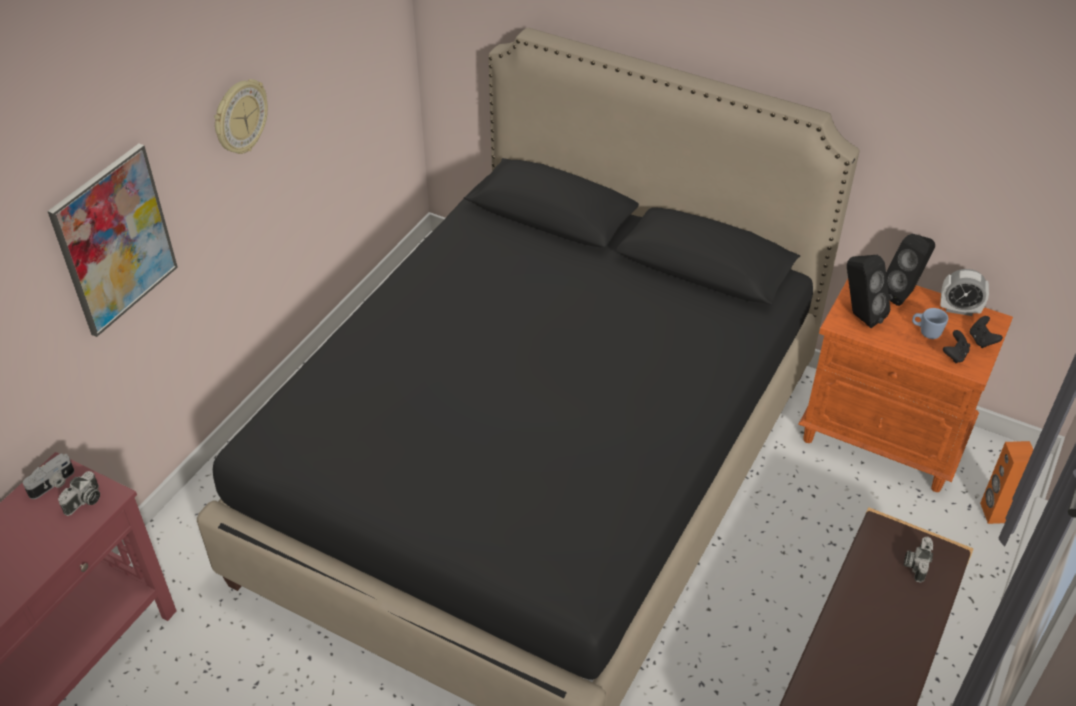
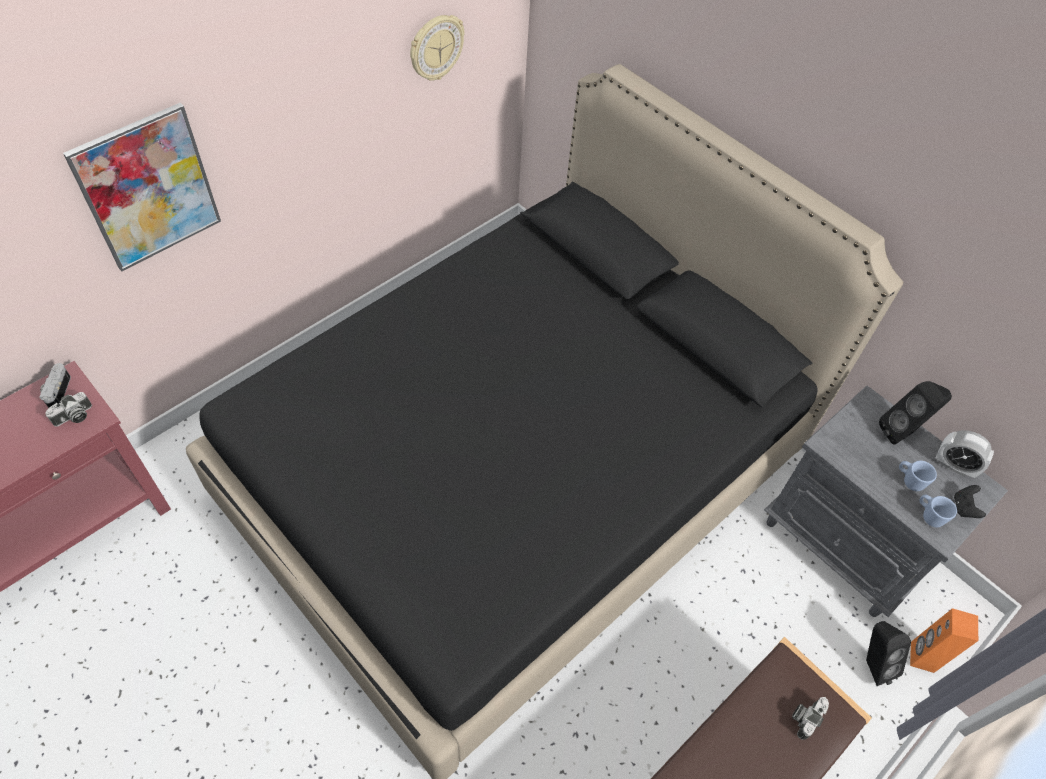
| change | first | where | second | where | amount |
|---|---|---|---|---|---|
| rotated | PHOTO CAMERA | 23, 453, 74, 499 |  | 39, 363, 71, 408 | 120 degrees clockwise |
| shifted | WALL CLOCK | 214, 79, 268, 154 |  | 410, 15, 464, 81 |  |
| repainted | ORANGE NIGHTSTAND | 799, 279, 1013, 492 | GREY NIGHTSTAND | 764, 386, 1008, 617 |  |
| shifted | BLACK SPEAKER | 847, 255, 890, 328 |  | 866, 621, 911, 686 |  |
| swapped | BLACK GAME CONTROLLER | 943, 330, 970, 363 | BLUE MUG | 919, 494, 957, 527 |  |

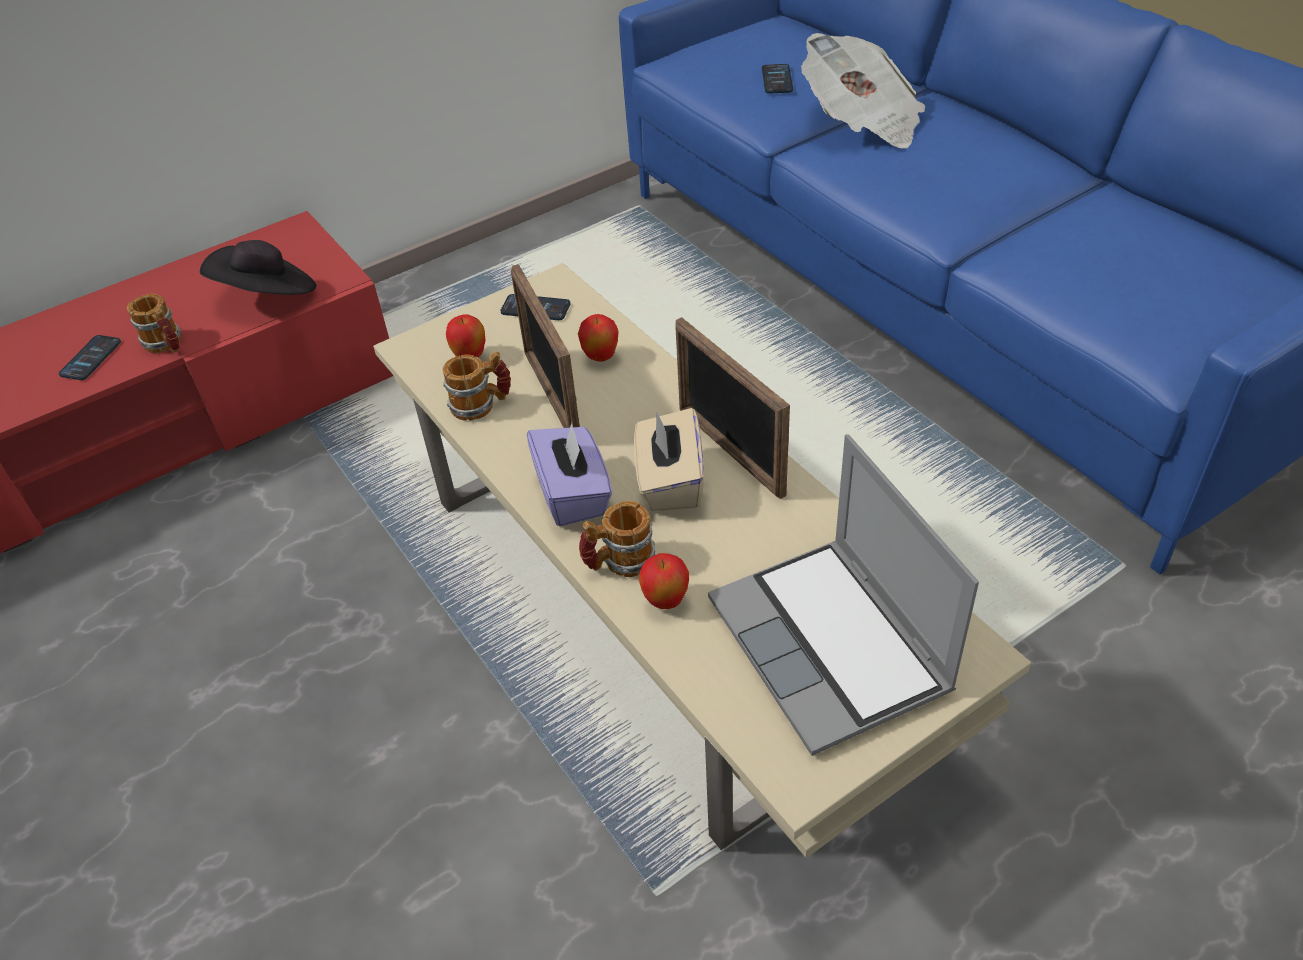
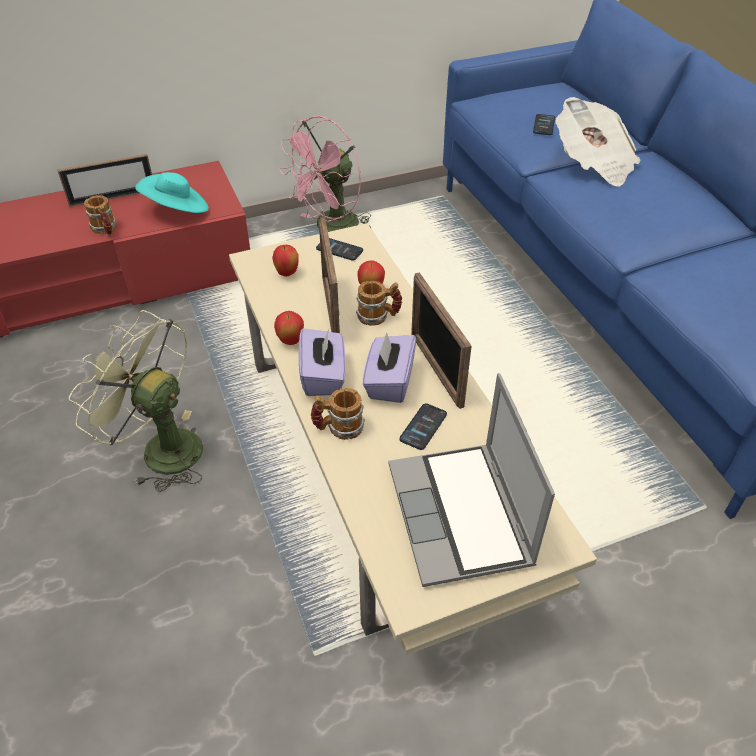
| change | first | where | second | where | amount |
|---|---|---|---|---|---|
| new |  |  | PICTURE FRAME | 57, 154, 152, 207 |  |
| new |  |  | GREEN FAN | 69, 310, 203, 492 |  |
| repainted | BLACK HAT | 200, 240, 317, 295 | TURQUOISE HAT | 135, 172, 209, 213 |  |
| shifted | APPLE | 639, 553, 689, 609 |  | 274, 311, 304, 345 |  |
| new |  |  | PINK FAN | 279, 116, 371, 232 |  |
| shifted | MUG | 443, 351, 511, 421 |  | 356, 281, 402, 326 |  |
| repainted | BEIGE TISSUE BOX | 634, 408, 704, 511 | PURPLE TISSUE BOX | 363, 332, 416, 403 |  |
| shifted | PHONE | 59, 335, 121, 380 |  | 400, 403, 447, 450 |  |

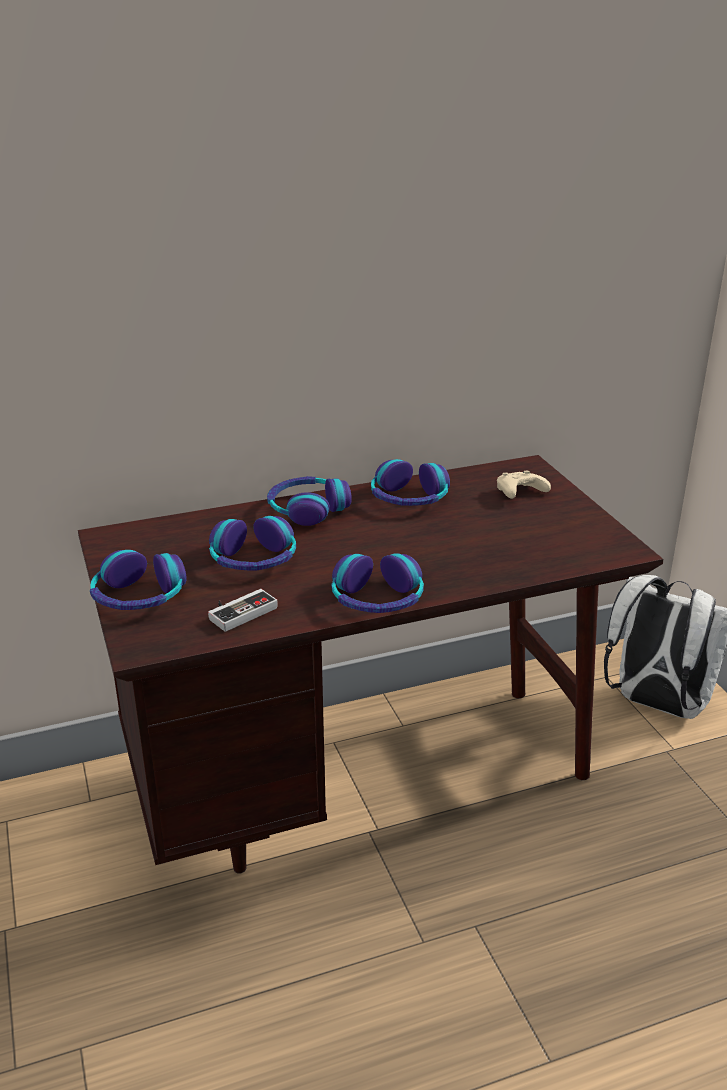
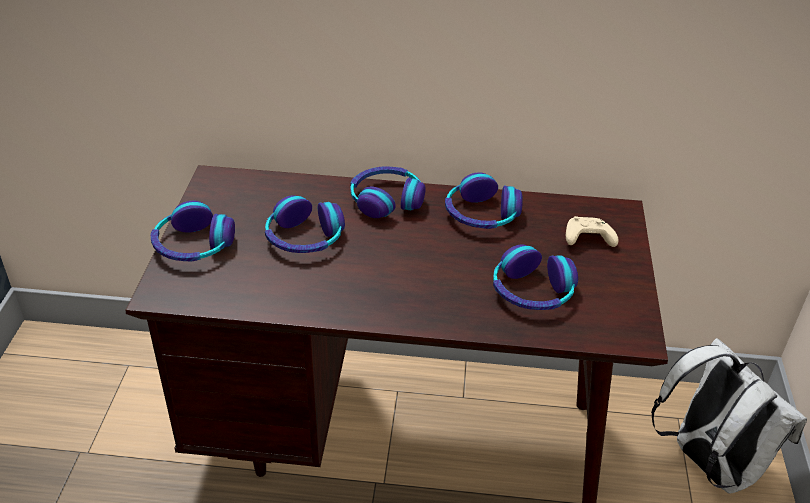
| change | first | where | second | where | amount |
|---|---|---|---|---|---|
| shifted | HEADPHONES | 332, 553, 424, 613 |  | 493, 244, 578, 310 |  |
| gone | GAME CONTROLLER | 208, 589, 278, 632 |  |  |  |

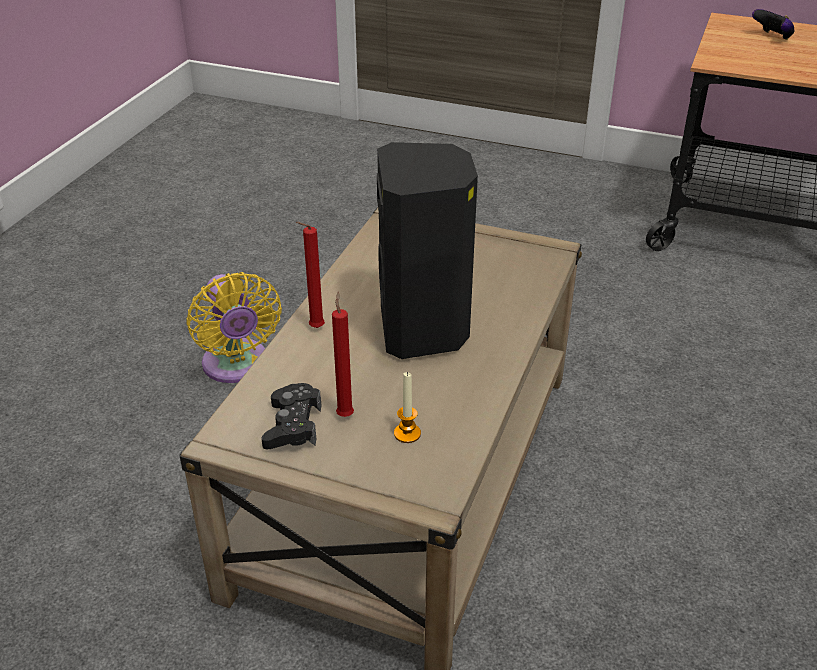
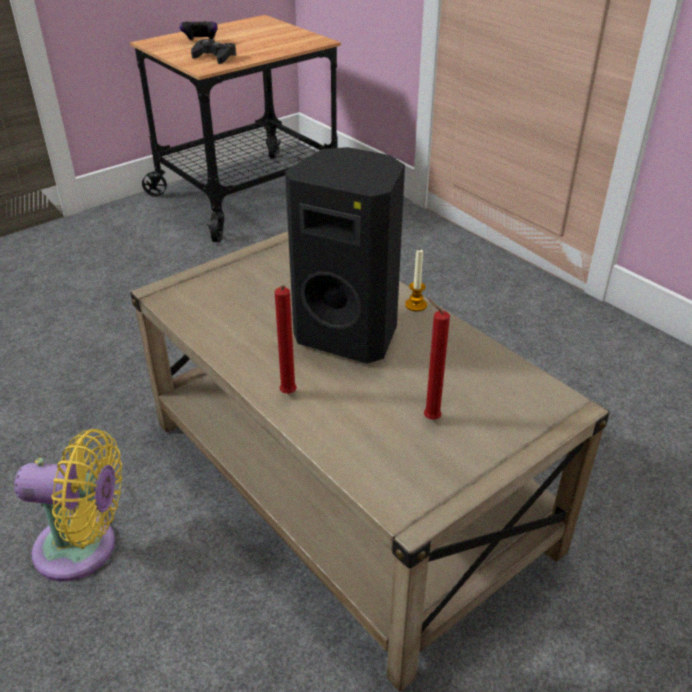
| change | first | where | second | where | amount |
|---|---|---|---|---|---|
| shifted | BLACK GAME CONTROLLER | 261, 383, 321, 449 |  | 191, 39, 236, 64 |  |
| shifted | CANDLE | 394, 372, 421, 443 |  | 405, 249, 427, 312 |  |

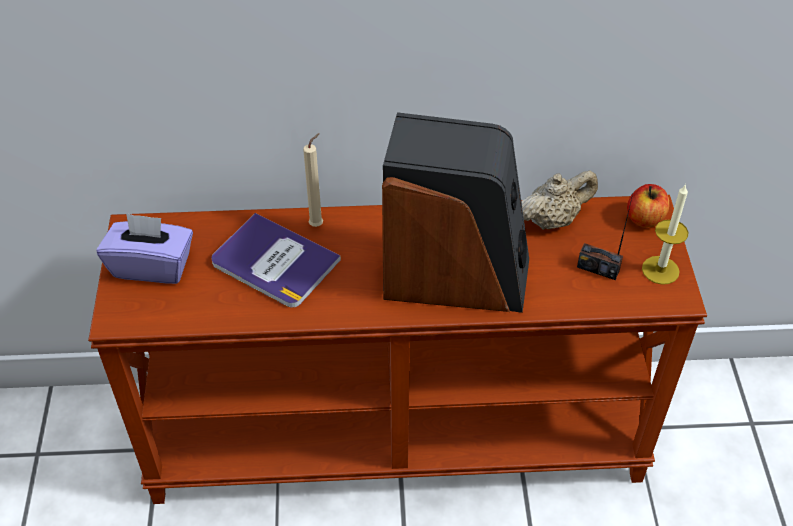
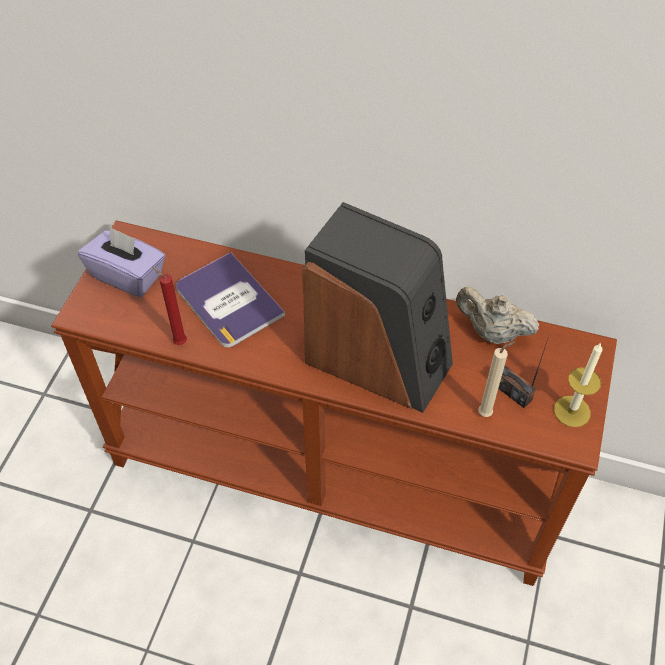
| change | first | where | second | where | amount |
|---|---|---|---|---|---|
| new |  |  | RED CANDLE | 152, 266, 187, 345 |  |
| rotated | BEIGE TEAPOT | 521, 170, 598, 230 |  | 456, 287, 539, 344 | 150 degrees counterclockwise |
| shifted | BEIGE CANDLE | 303, 133, 323, 227 |  | 478, 341, 516, 417 |  |
| gone | APPLE | 627, 184, 669, 228 |  |  |  |

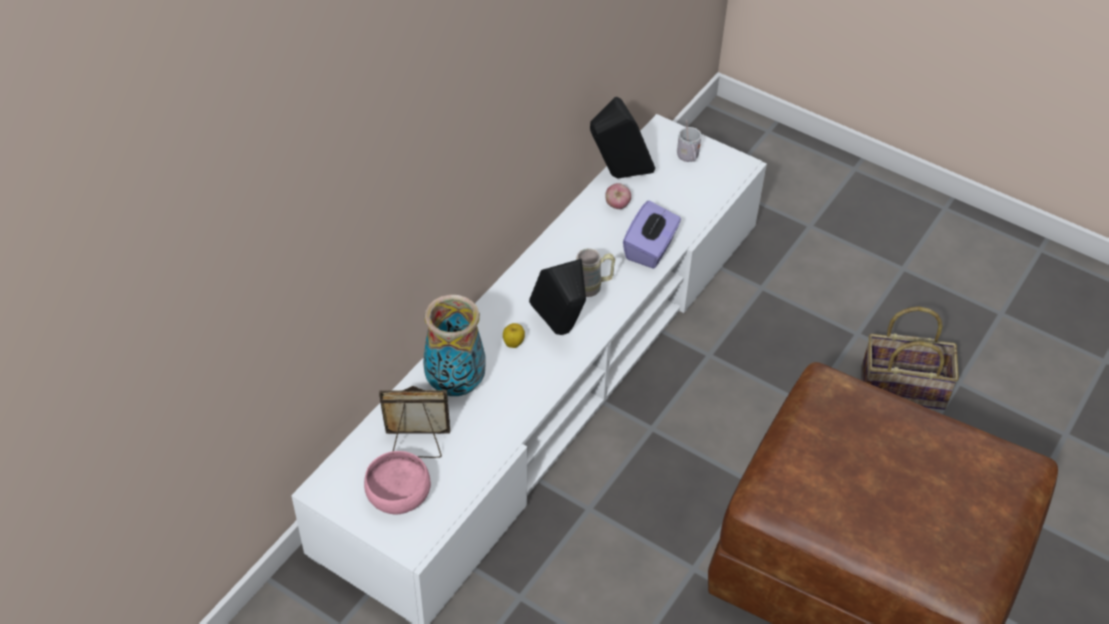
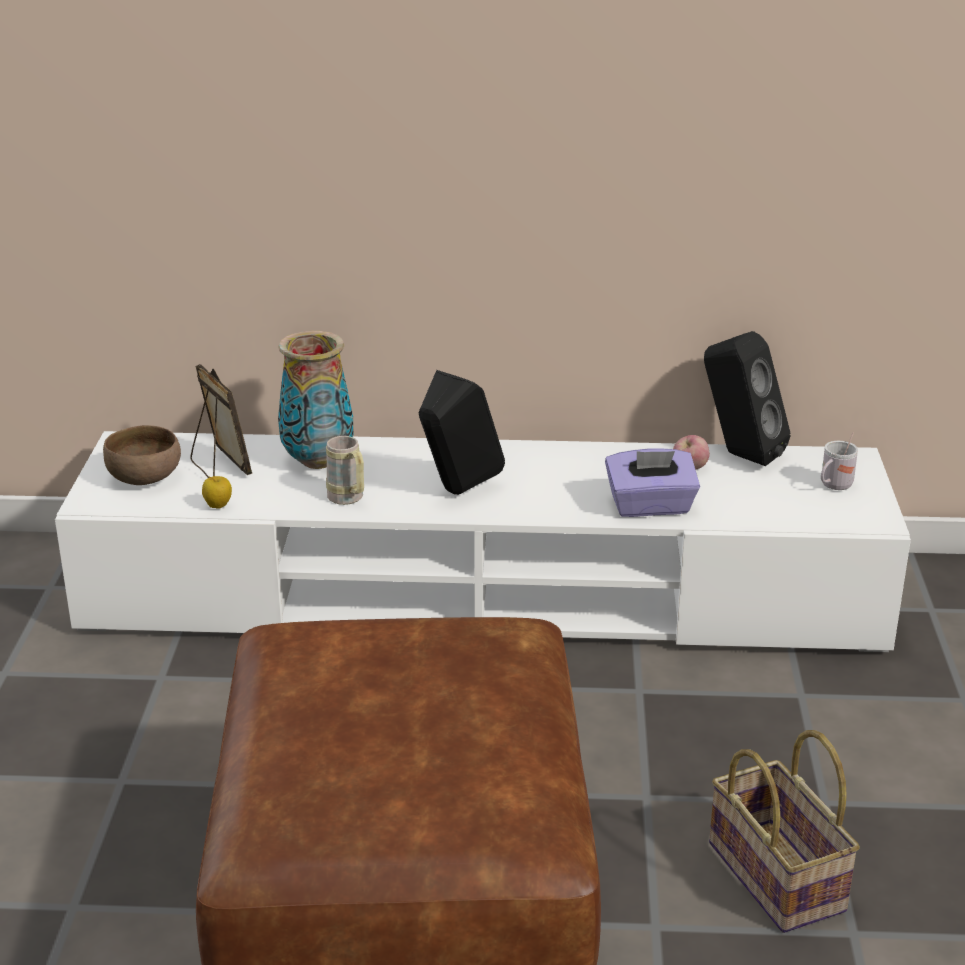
| change | first | where | second | where | amount |
|---|---|---|---|---|---|
| repainted | PINK BOWL | 364, 451, 431, 515 | BROWN BOWL | 103, 425, 181, 485 |  |
| shifted | APPLE | 503, 323, 525, 348 |  | 202, 476, 232, 509 |  |
| shifted | BEIGE MUG | 576, 248, 615, 297 |  | 326, 436, 364, 505 |  |

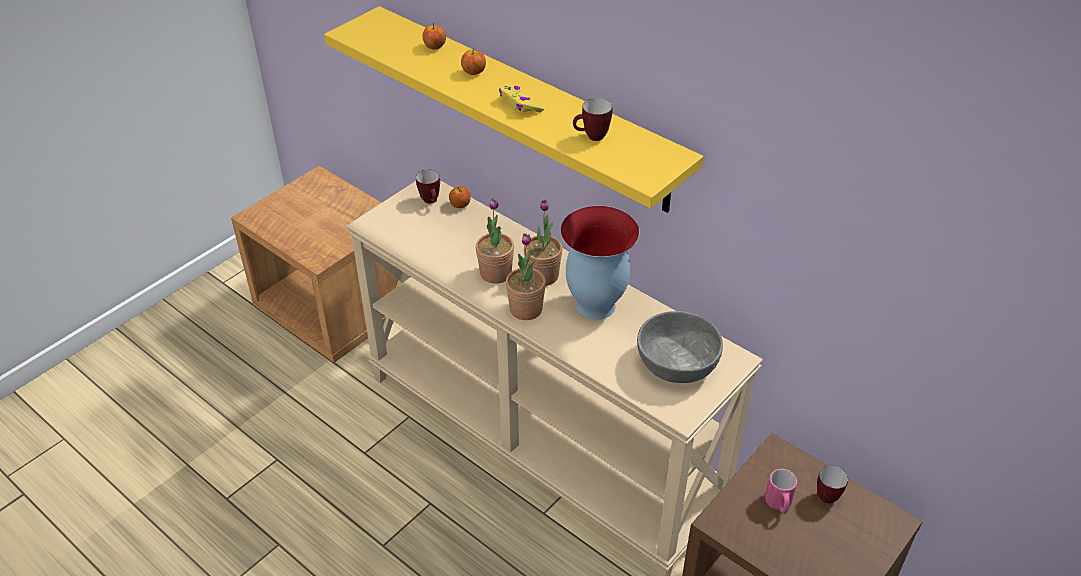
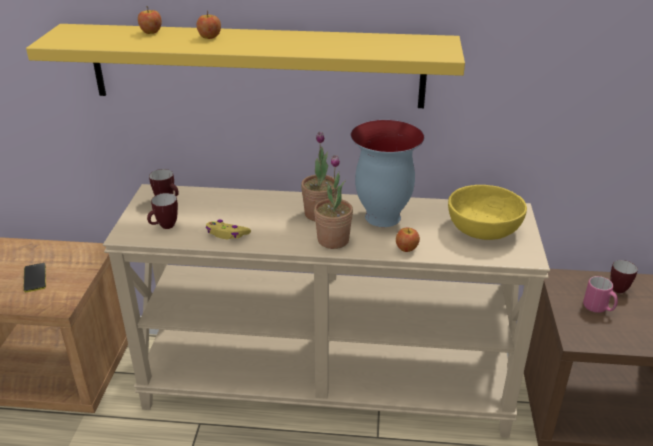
| change | first | where | second | where | amount |
|---|---|---|---|---|---|
| new |  |  | PHONE | 24, 263, 46, 292 |  |
| shifted | MUG | 573, 98, 613, 141 |  | 147, 193, 178, 229 |  |
| shifted | YELLOW GAME CONTROLLER | 499, 85, 544, 112 |  | 205, 220, 251, 239 |  |
| shifted | APPLE | 449, 186, 471, 208 |  | 396, 228, 420, 252 |  |
| repainted | GREY BOWL | 637, 311, 723, 383 | YELLOW BOWL | 448, 185, 527, 240 |  |
| gone | POTTED PLANT | 475, 198, 514, 284 |  |  |  |

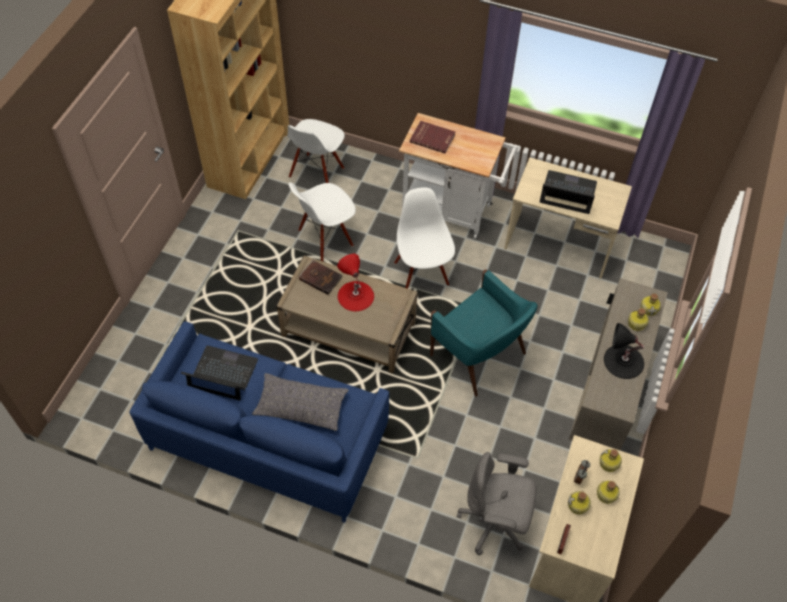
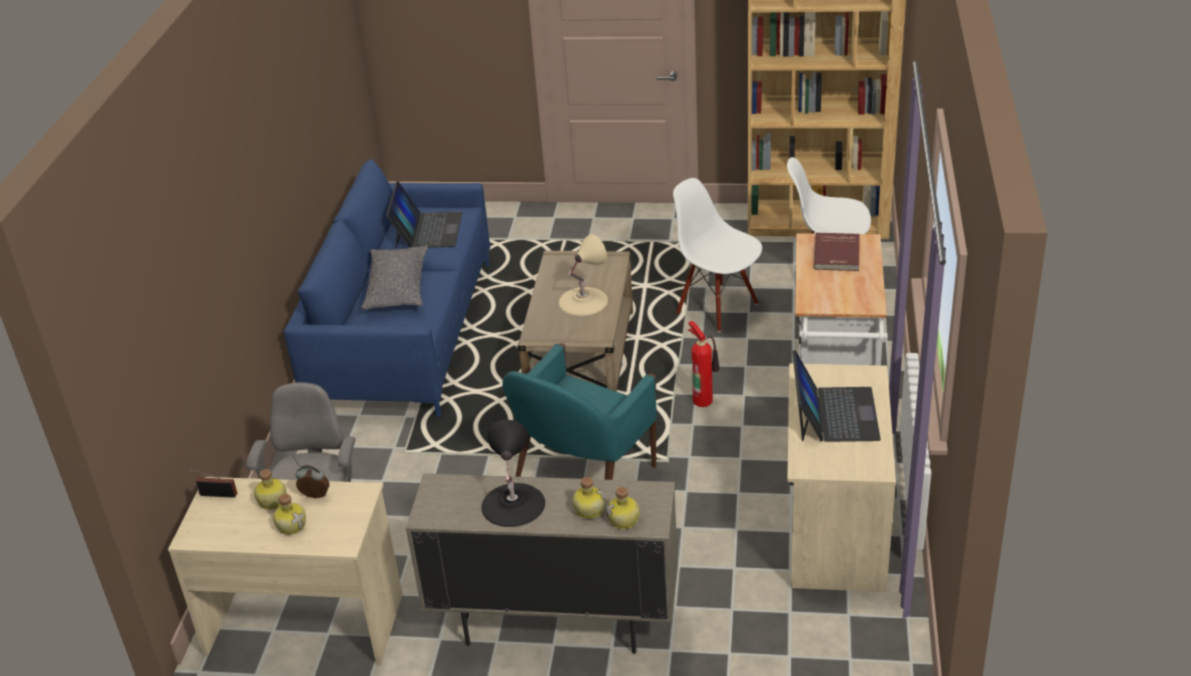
| change | first | where | second | where | amount |
|---|---|---|---|---|---|
| repainted | RED TABLE LAMP | 337, 254, 374, 311 | BEIGE TABLE LAMP | 559, 234, 608, 316 |  |
| swapped | WHITE CHAIR | 394, 187, 455, 289 | FIRE EXTINGUISHER | 688, 321, 720, 407 |  |
| gone | BROWN BOOK | 299, 260, 342, 295 |  |  |  |
| gone | BOTTLE | 600, 449, 622, 472 |  |  |  |

